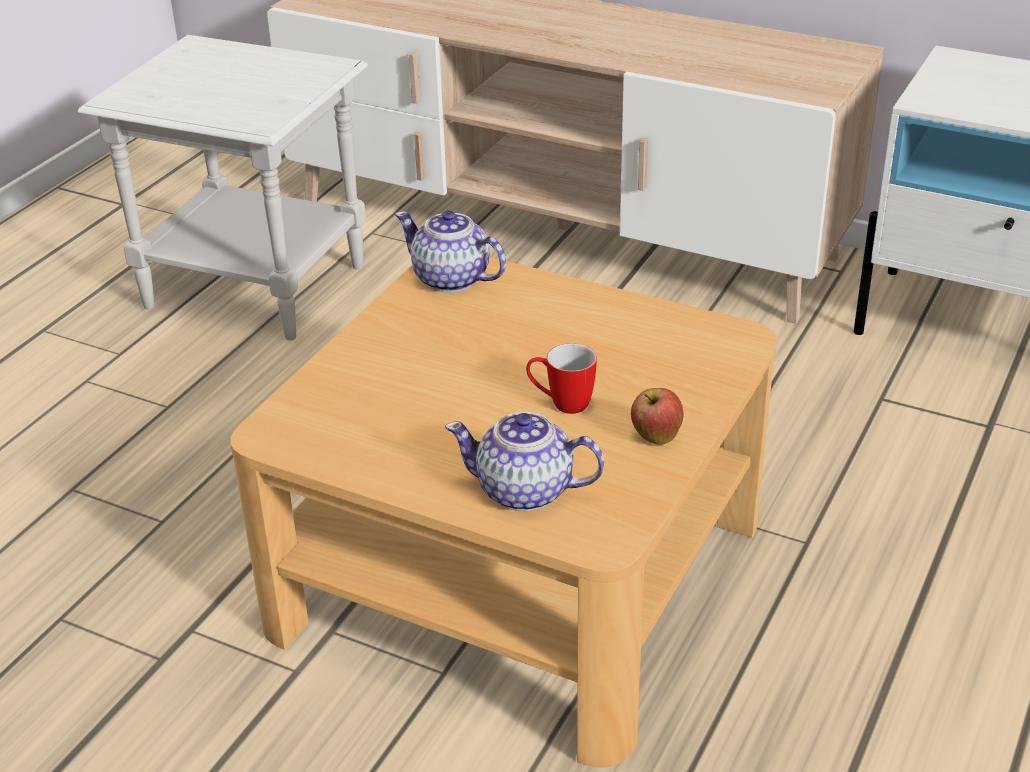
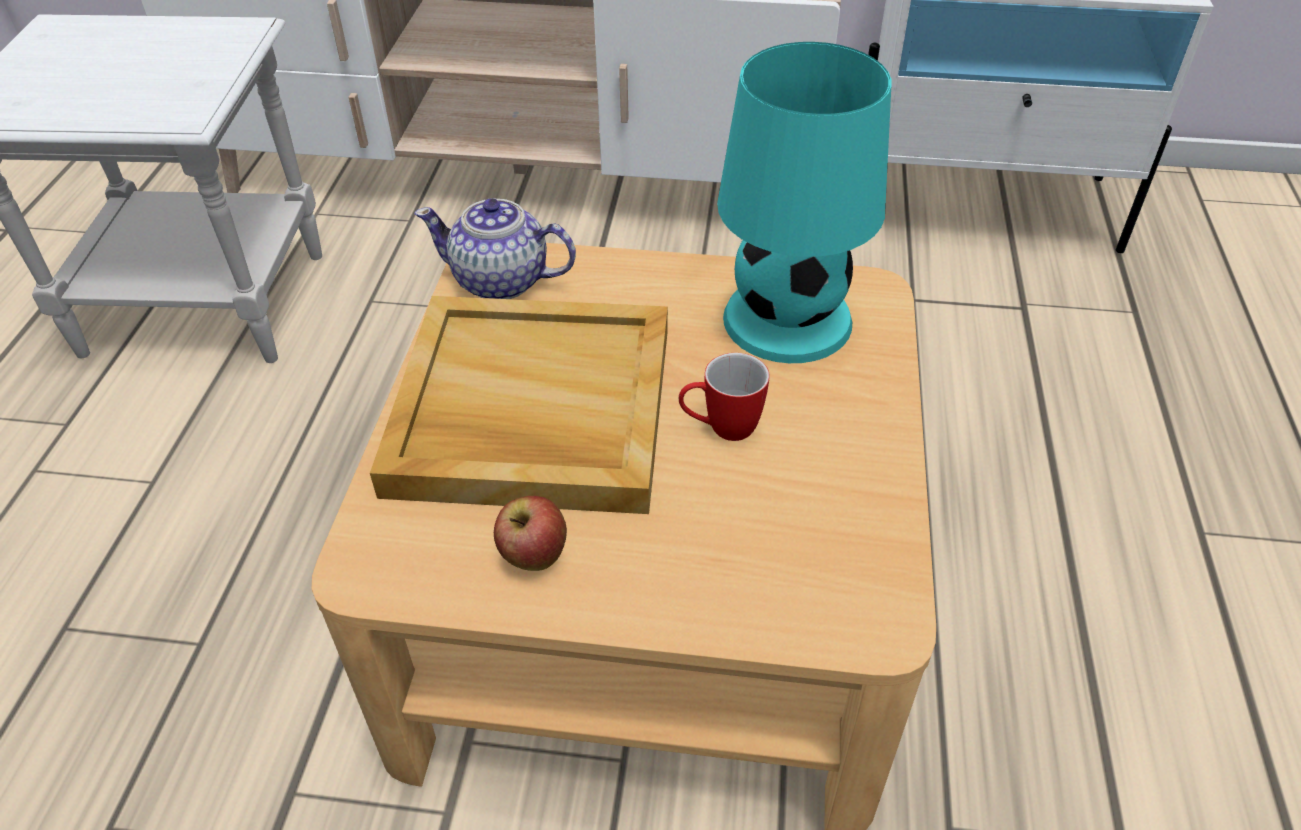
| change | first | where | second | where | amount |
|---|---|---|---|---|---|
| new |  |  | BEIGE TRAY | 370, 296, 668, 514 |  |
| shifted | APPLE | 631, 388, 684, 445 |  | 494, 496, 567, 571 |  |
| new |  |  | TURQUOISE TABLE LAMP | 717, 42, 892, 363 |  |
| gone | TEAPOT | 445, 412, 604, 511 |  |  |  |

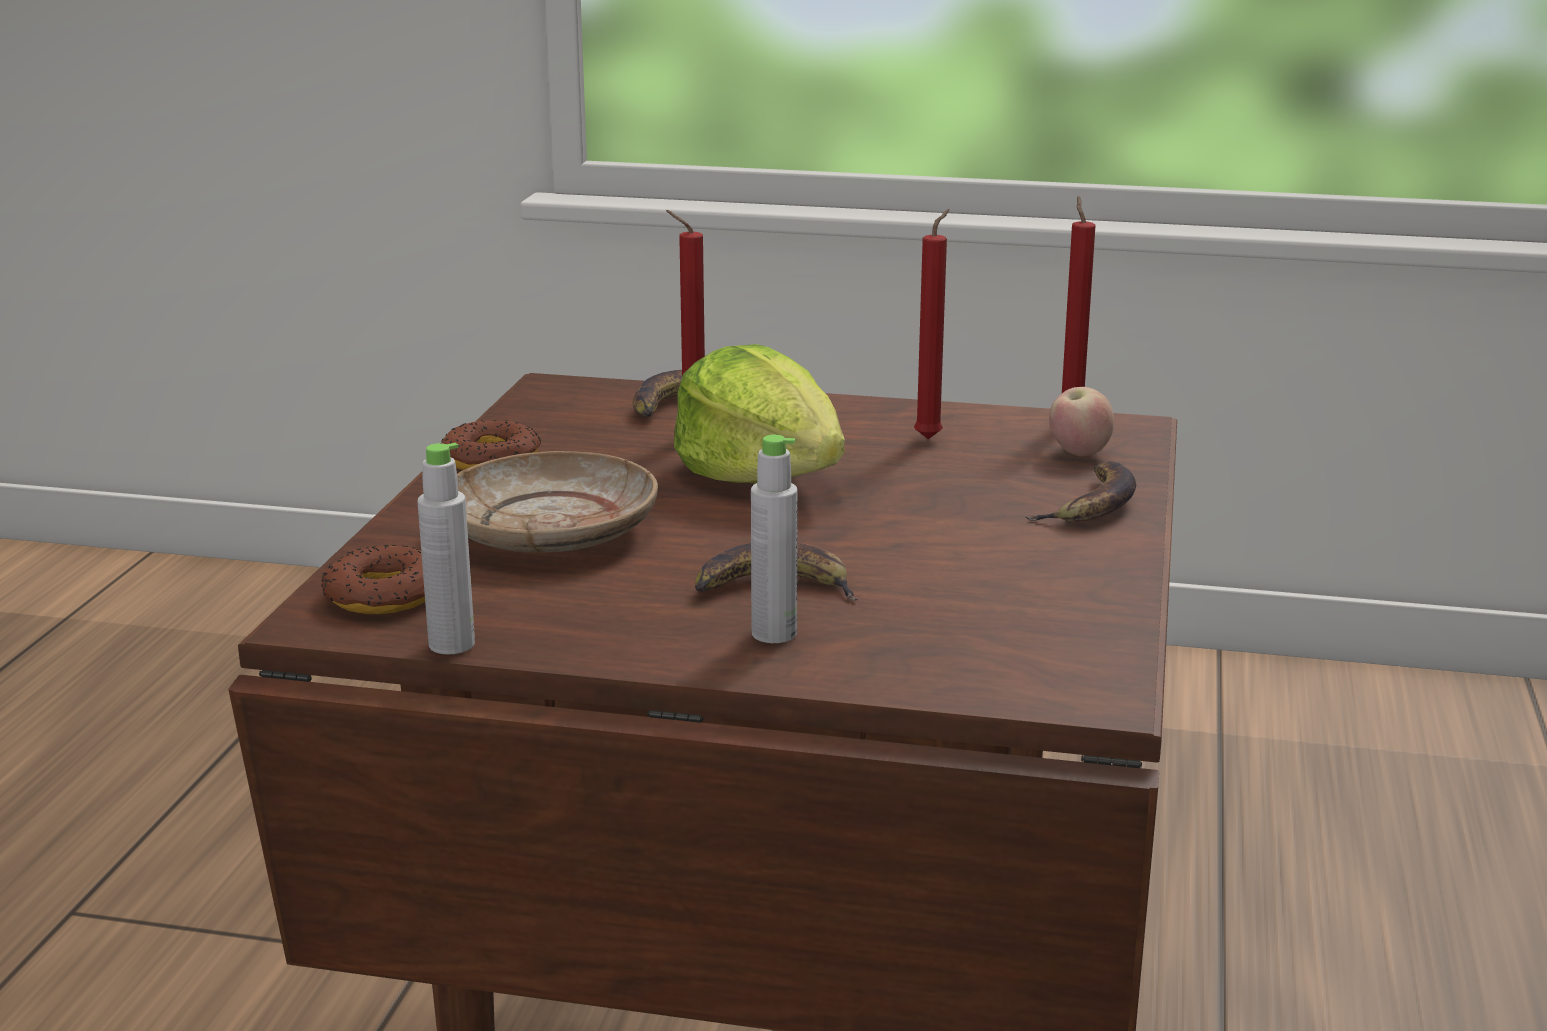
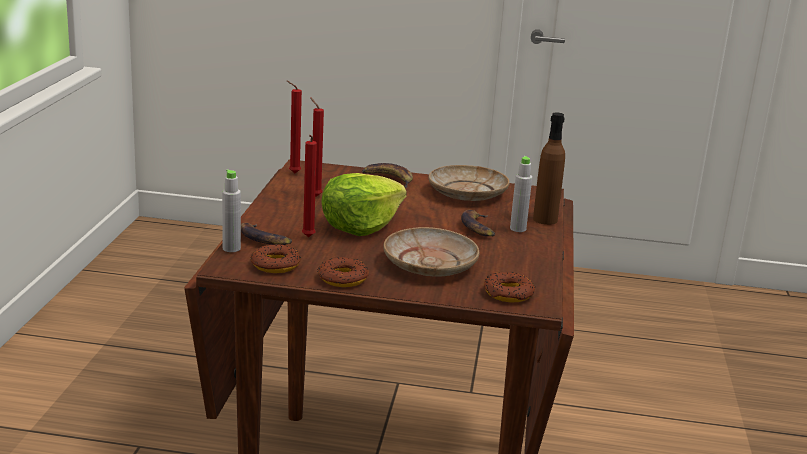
| change | first | where | second | where | amount |
|---|---|---|---|---|---|
| shifted | GREY BOTTLE | 417, 443, 475, 655 |  | 222, 169, 241, 252 |  |
| new |  |  | DONUT | 251, 244, 301, 273 |  |
| new |  |  | BEIGE PLATE | 429, 165, 510, 201 |  |
| new |  |  | BROWN BOTTLE | 533, 112, 565, 225 |  |
| gone | APPLE | 1049, 387, 1114, 457 |  |  |  |

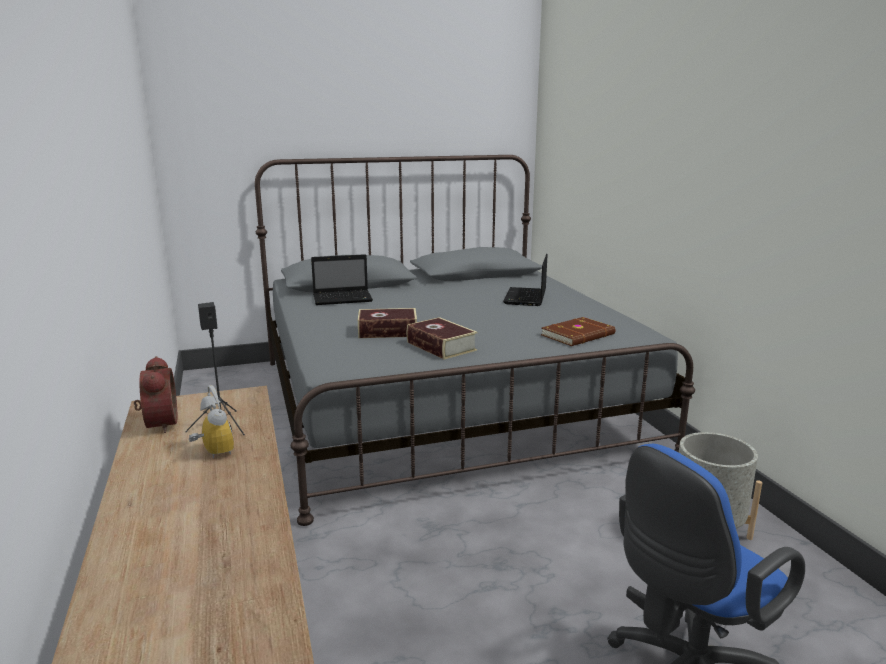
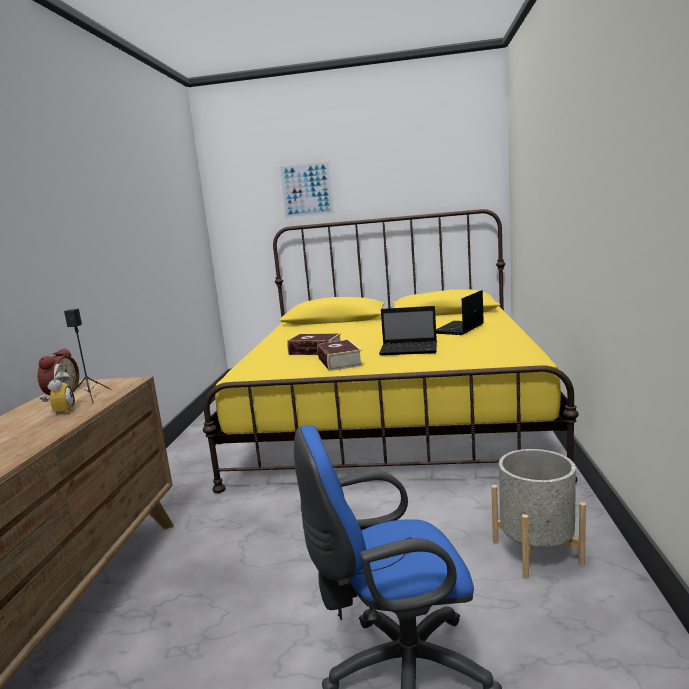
| change | first | where | second | where | amount |
|---|---|---|---|---|---|
| repainted | GREY BED | 255, 155, 695, 526 | YELLOW BED | 203, 209, 579, 493 |  |
| new |  |  | PICTURE | 279, 160, 335, 219 |  |
| shifted | LAPTOP | 311, 254, 373, 305 |  | 379, 306, 437, 355 |  |
| gone | BROWN BOOK | 541, 317, 616, 346 |  |  |  |

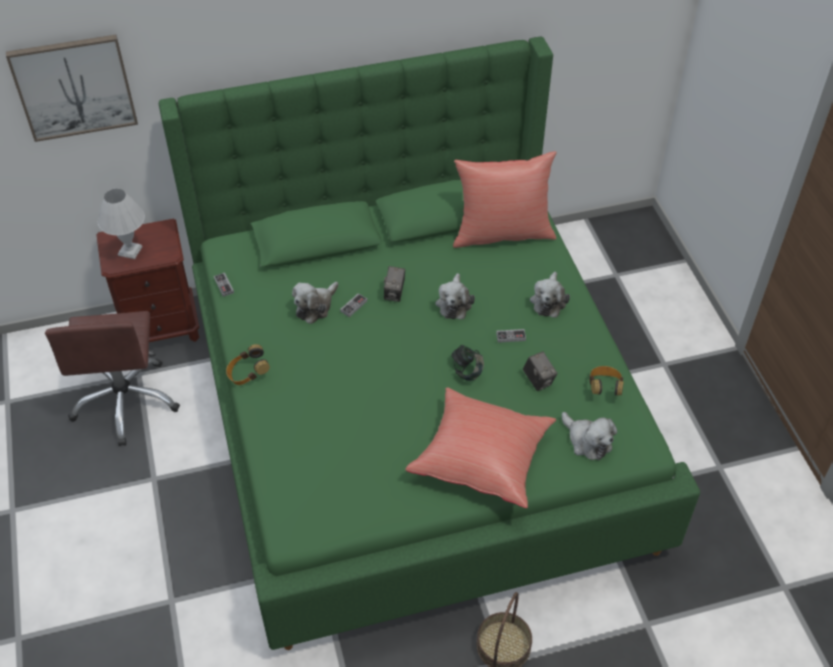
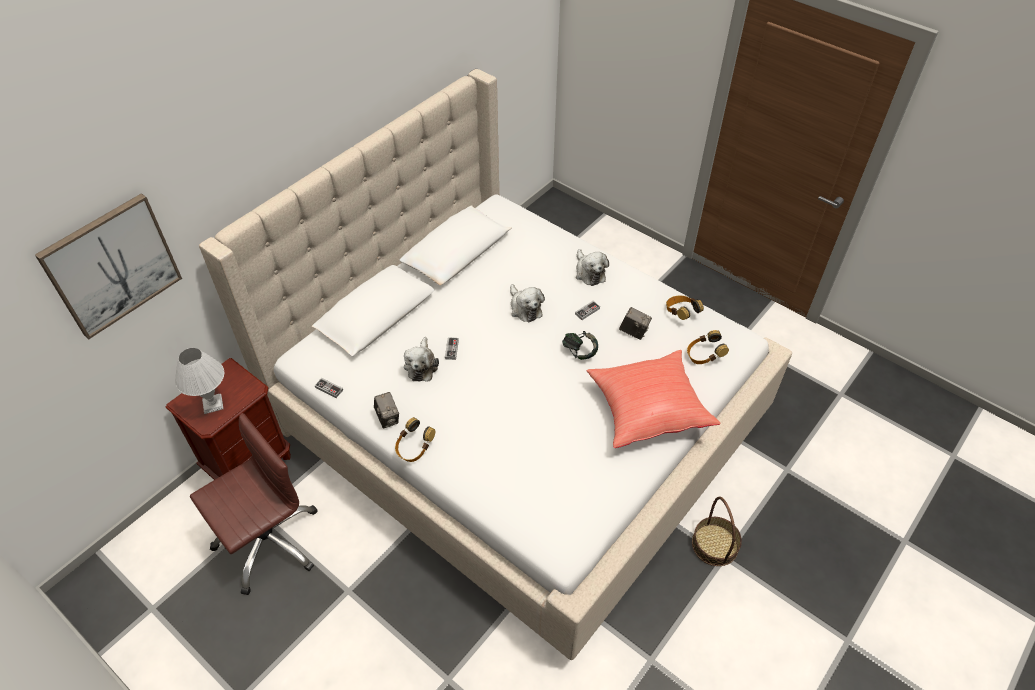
| change | first | where | second | where | amount |
|---|---|---|---|---|---|
| rotated | BROWN OFFICE CHAIR | 45, 311, 180, 446 |  | 190, 413, 317, 595 | 90 degrees counterclockwise |
| repainted | GREEN BED | 159, 37, 700, 650 | BEIGE BED | 199, 69, 792, 660 |  |
| shifted | PHOTO CAMERA | 384, 266, 405, 302 |  | 374, 392, 399, 429 |  |
| swapped | PLUSH TOY | 562, 412, 617, 460 | HEADPHONES | 687, 330, 729, 364 |  |
| gone | RED PILLOW | 453, 151, 557, 248 |  |  |  |

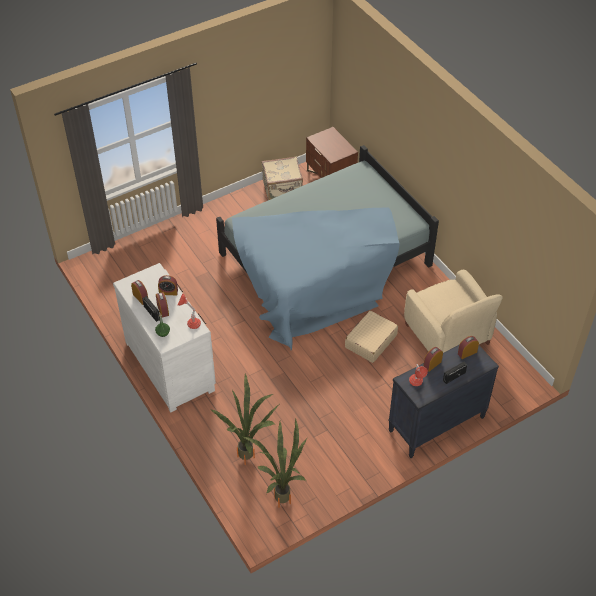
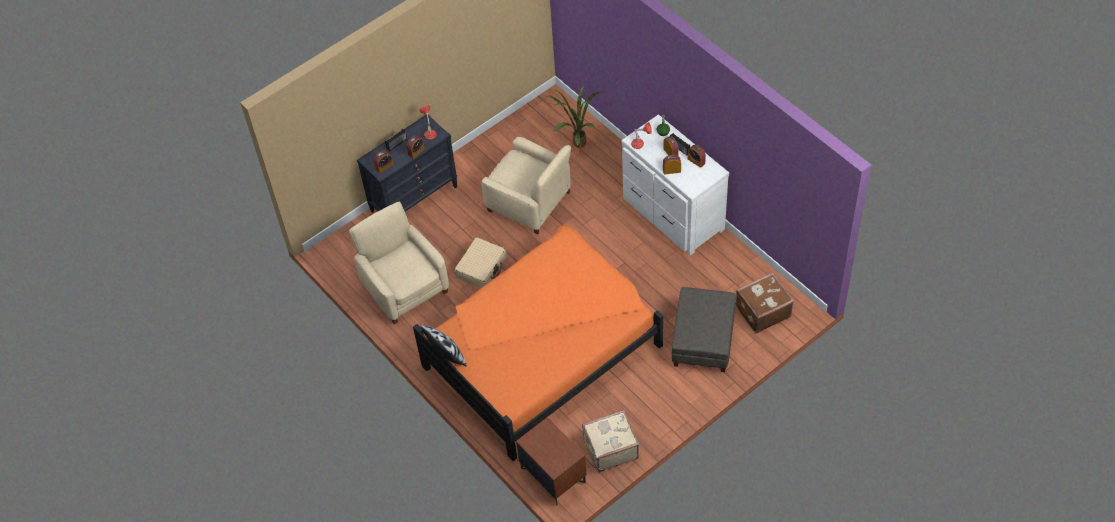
| change | first | where | second | where | amount |
|---|---|---|---|---|---|
| repainted | BLUE BED | 216, 145, 439, 350 | ORANGE BED | 413, 226, 663, 461 |  |
| new |  |  | PILLOW | 420, 325, 467, 366 |  |
| new |  |  | BEIGE ARMCHAIR | 482, 137, 571, 235 |  |
| new |  |  | GREY OTTOMAN | 672, 287, 736, 372 |  |
| new |  |  | BROWN SUITCASE | 736, 272, 794, 333 |  |
| gone | POTTED PLANT | 243, 418, 307, 508 |  |  |  |

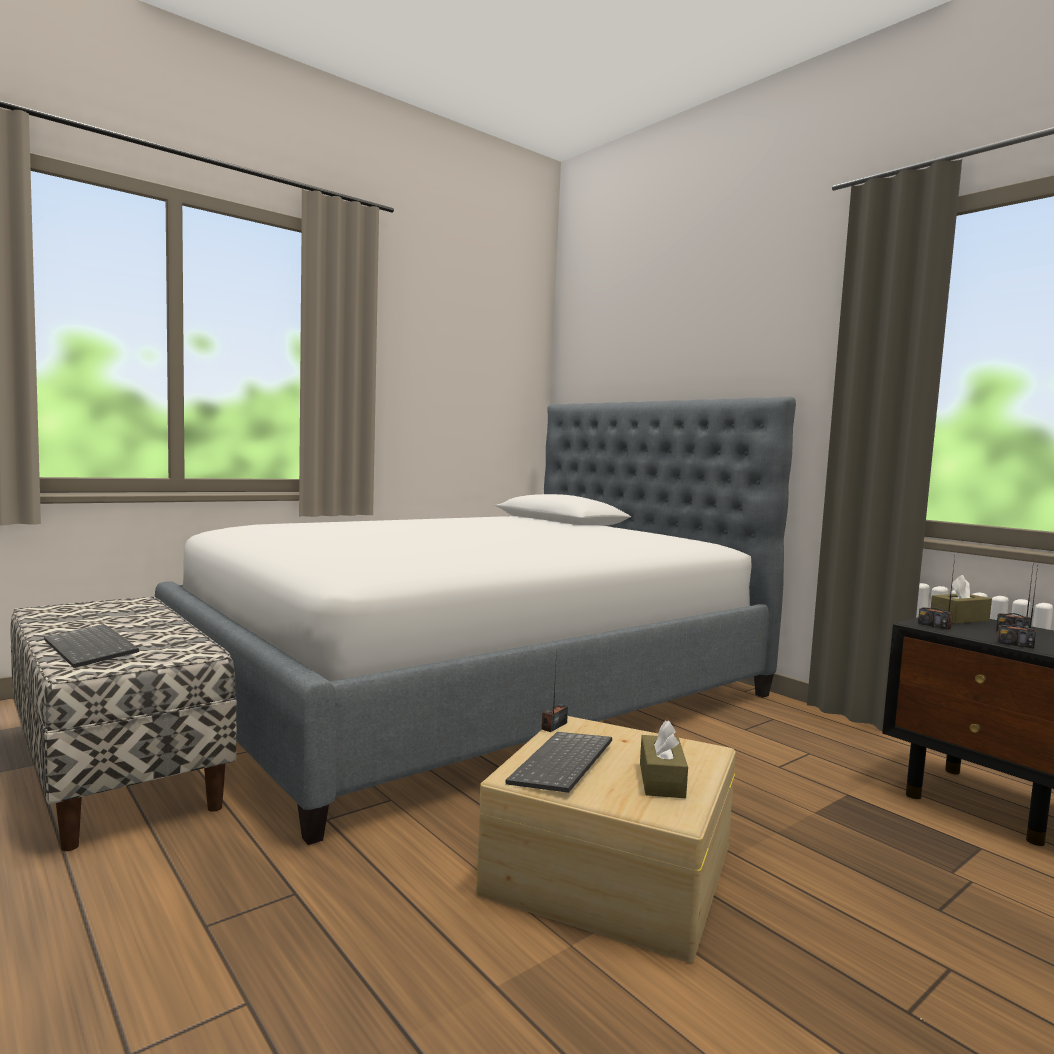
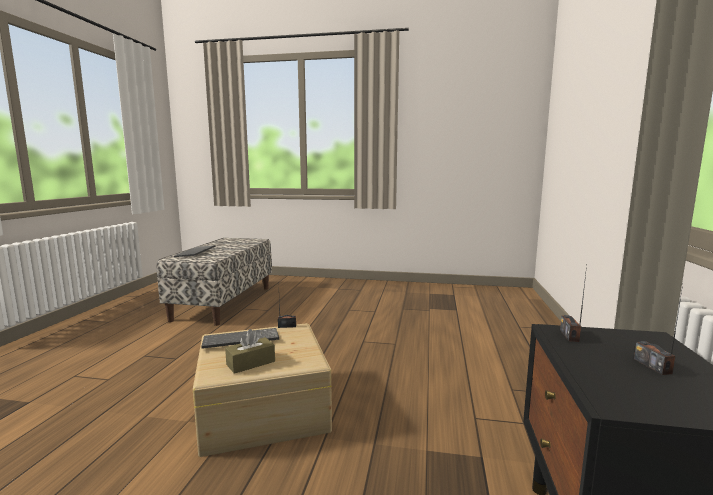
| change | first | where | second | where | amount |
|---|---|---|---|---|---|
| gone | BED | 155, 397, 796, 845 |  |  |  |
| gone | BROWN TISSUE BOX | 931, 575, 992, 624 |  |  |  |
| gone | RADIO | 997, 566, 1038, 648 |  |  |  |

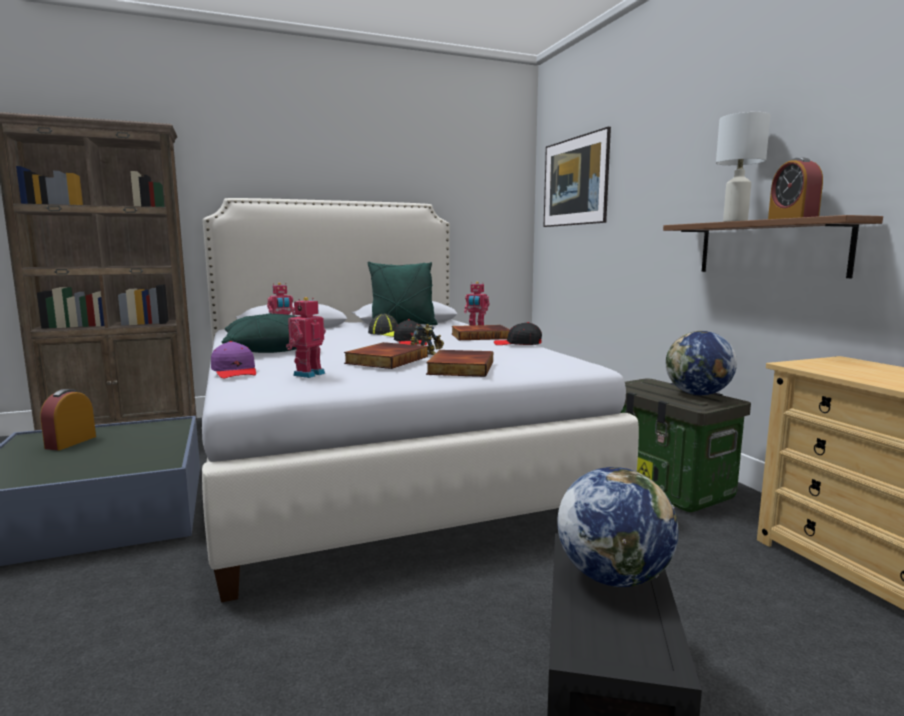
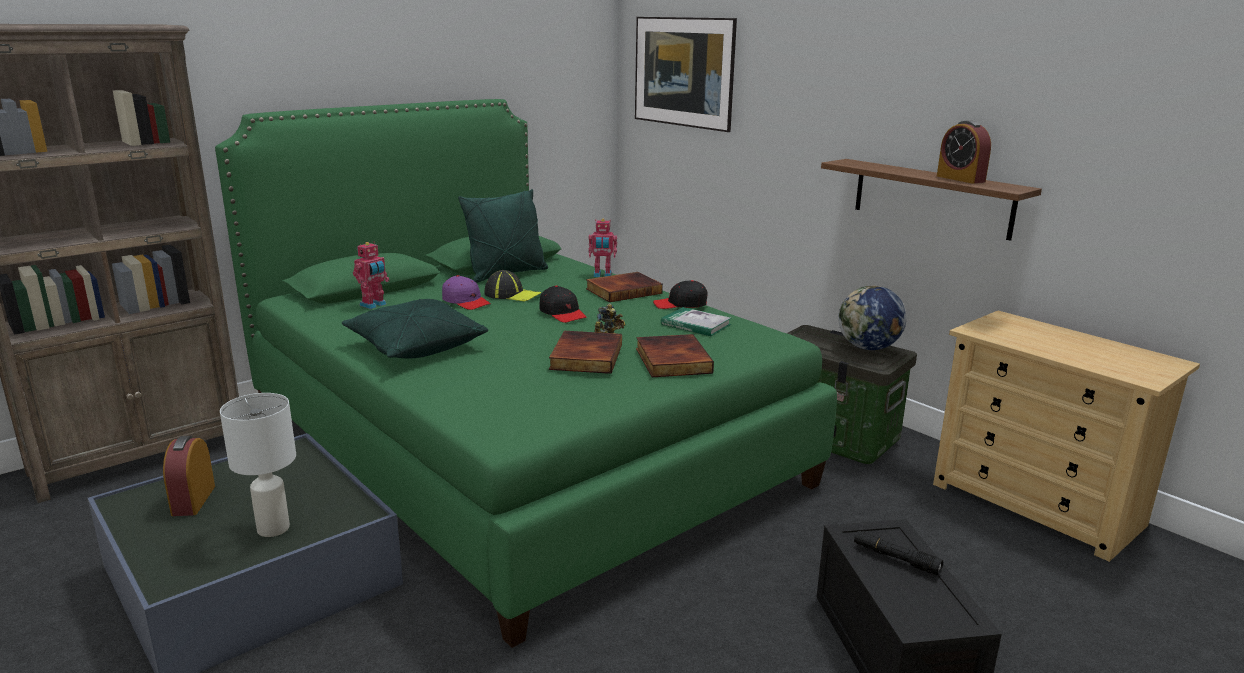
| change | first | where | second | where | amount |
|---|---|---|---|---|---|
| repainted | WHITE BED | 202, 198, 639, 603 | GREEN BED | 215, 99, 837, 648 |  |
| shifted | WHITE TABLE LAMP | 716, 112, 770, 222 |  | 220, 393, 296, 537 |  |
| shifted | PURPLE CAP | 211, 341, 256, 379 |  | 442, 275, 491, 310 |  |
| new |  |  | BOOK | 661, 307, 731, 336 |  |
| swapped | GLOBE | 557, 467, 679, 587 | BLACK FLASHLIGHT | 854, 531, 943, 575 |  |
| gone | TOY ROBOT | 286, 297, 326, 378 |  |  |  |

